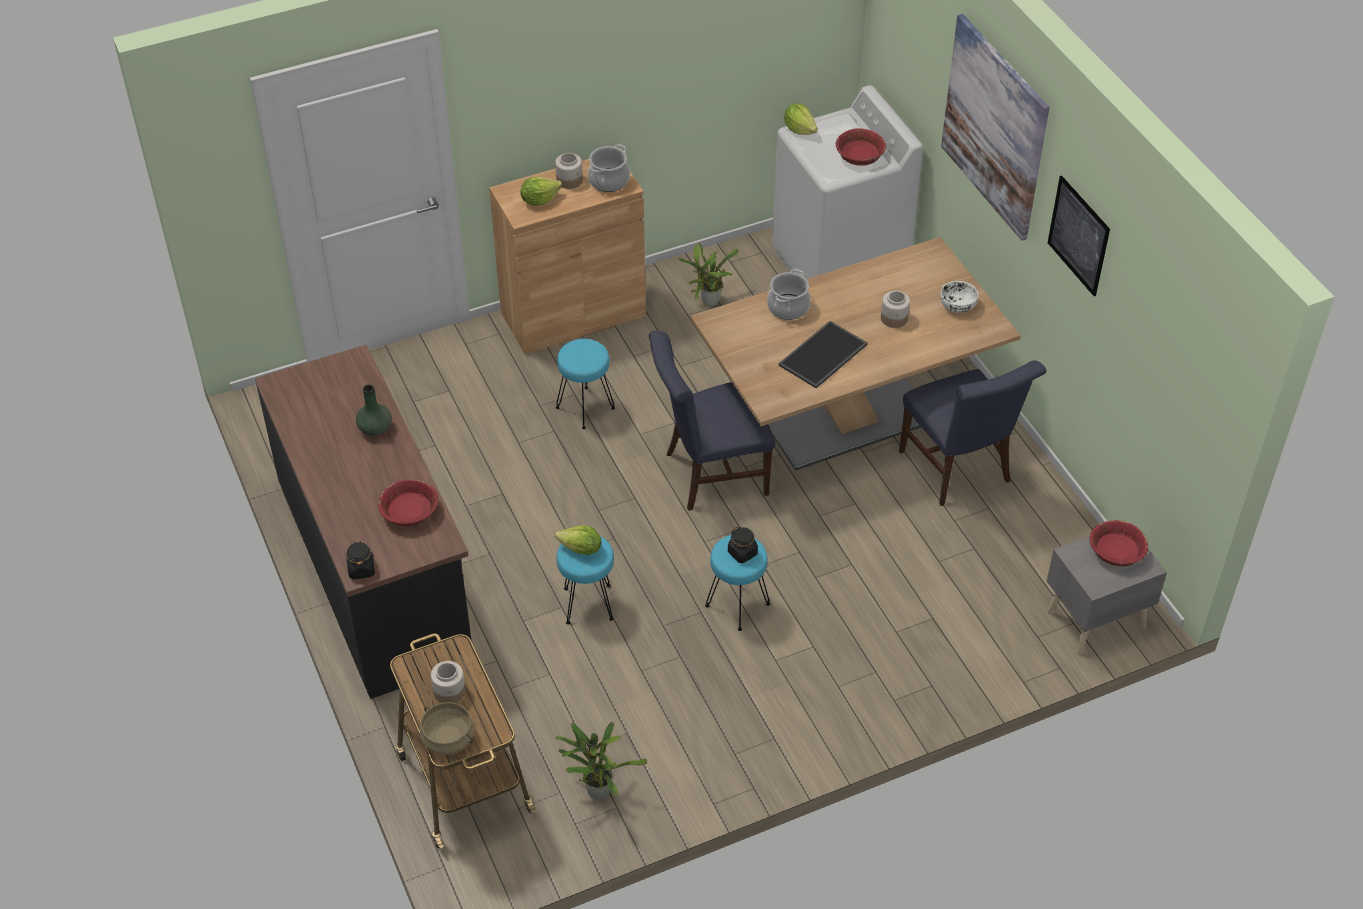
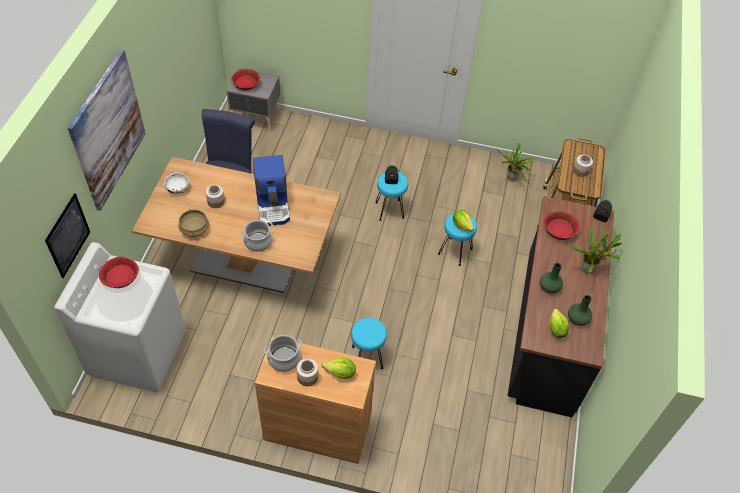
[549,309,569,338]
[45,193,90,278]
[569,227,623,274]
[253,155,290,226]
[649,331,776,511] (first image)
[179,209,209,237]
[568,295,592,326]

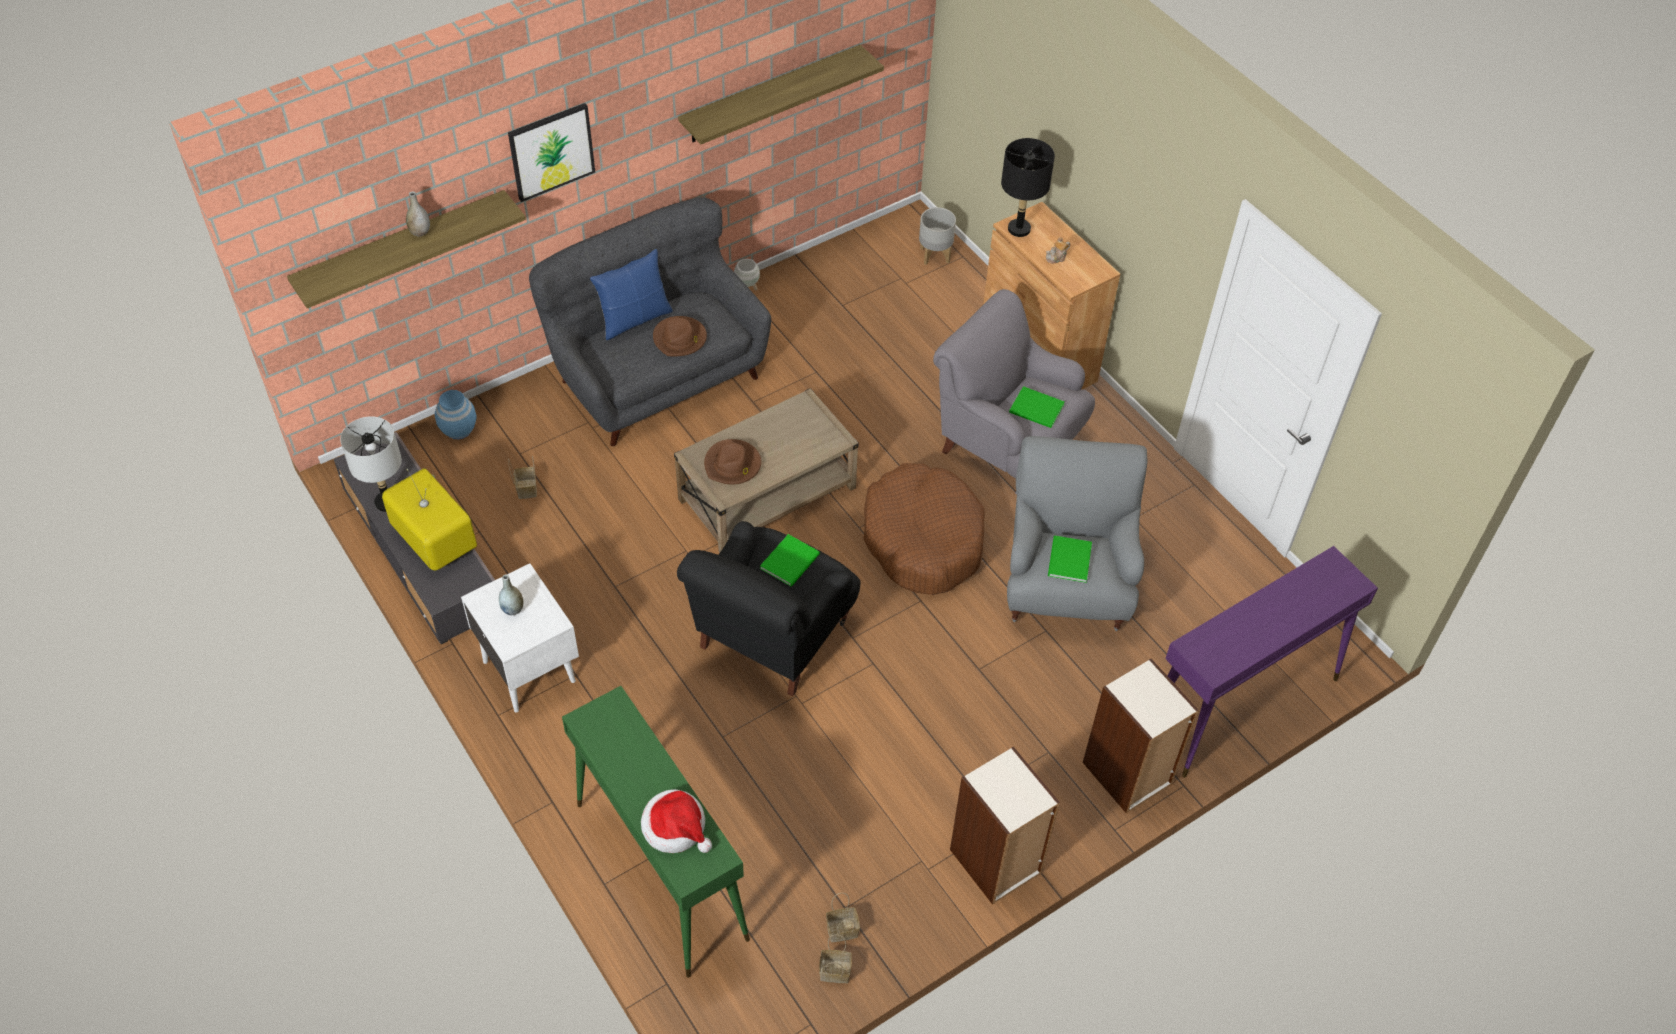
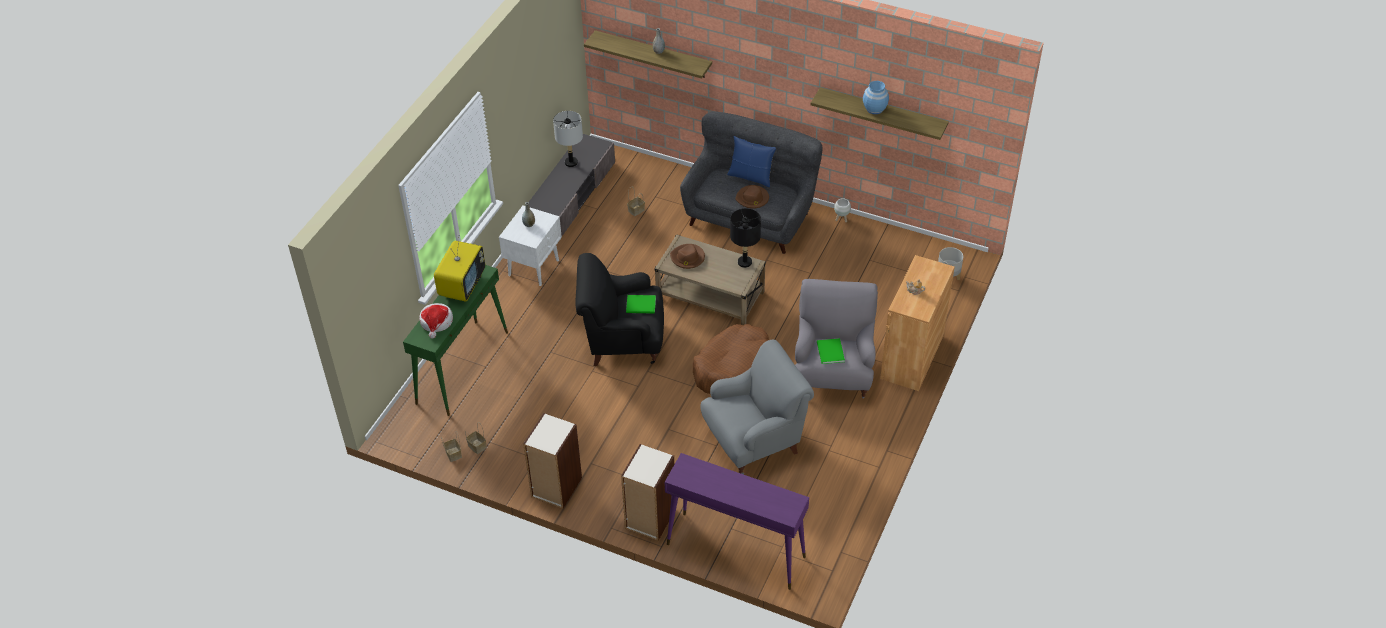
[508,103,595,202] (first image)
[730,208,761,268]
[863,81,889,114]
[434,235,485,302]
[1048,536,1092,583] (first image)

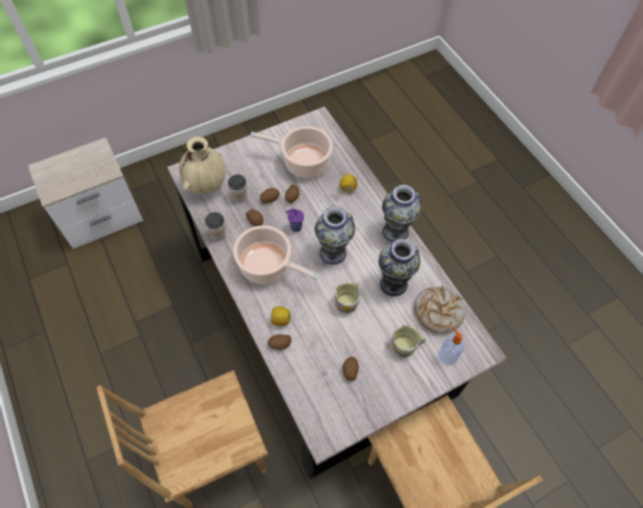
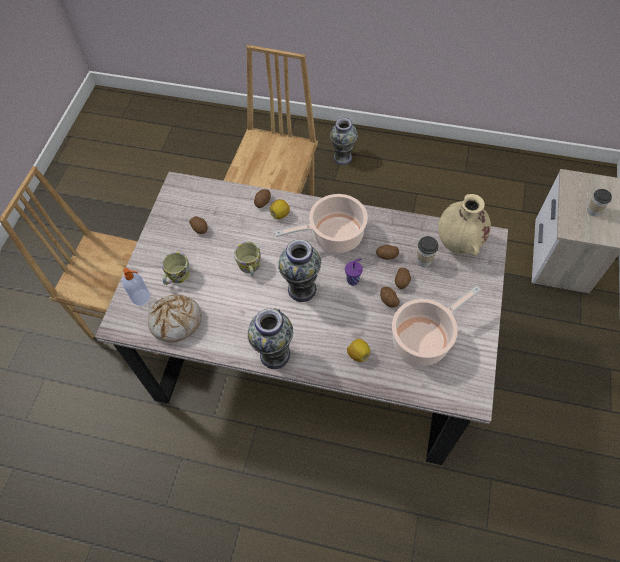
[587,189,612,216]
[330,118,358,165]

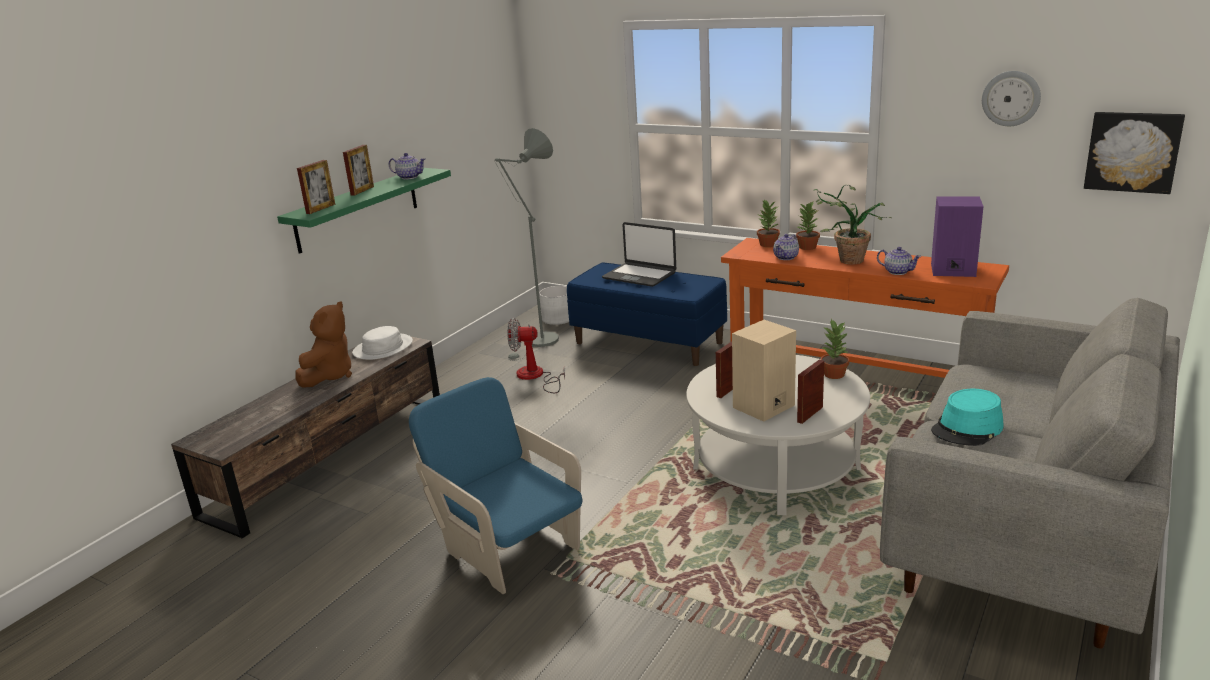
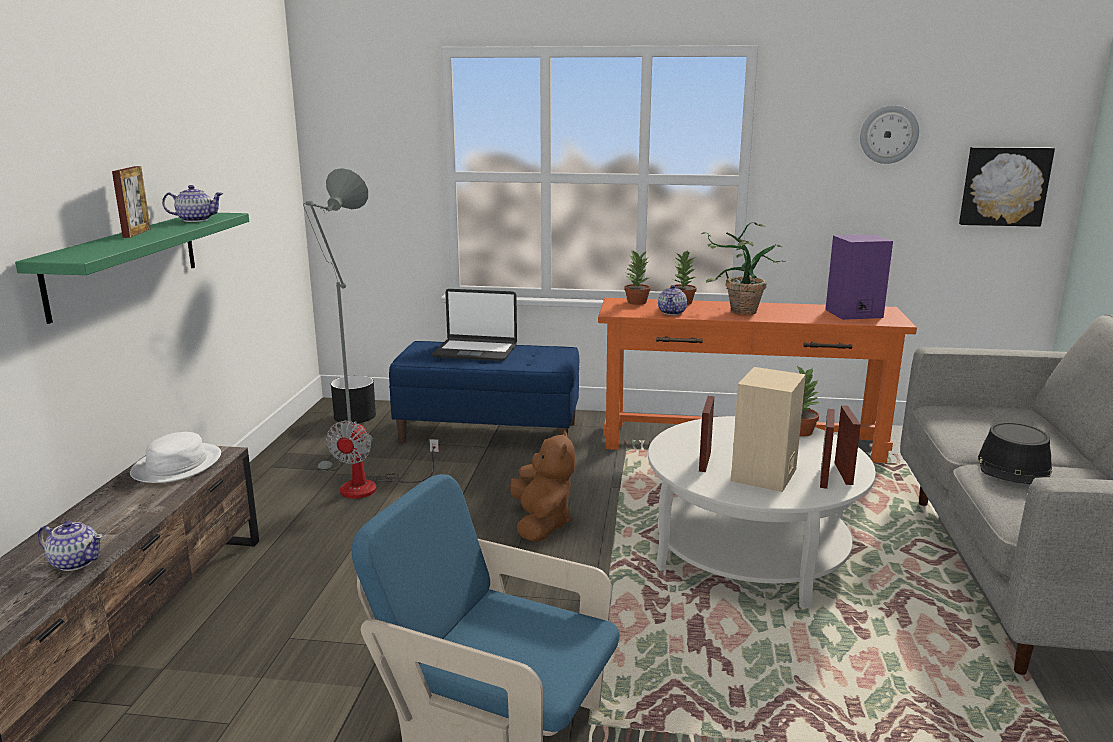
[835,405,861,485]
[37,521,104,571]
[331,375,376,423]
[510,430,575,542]
[326,421,439,499]
[978,422,1052,484]

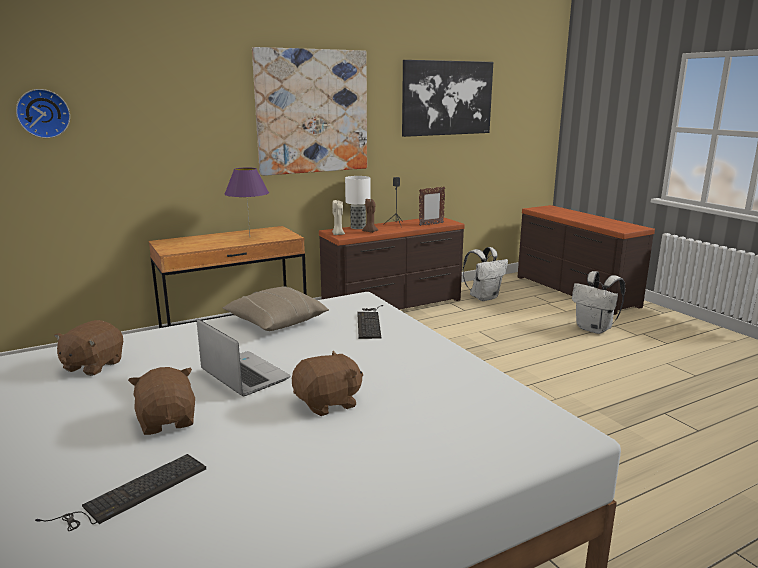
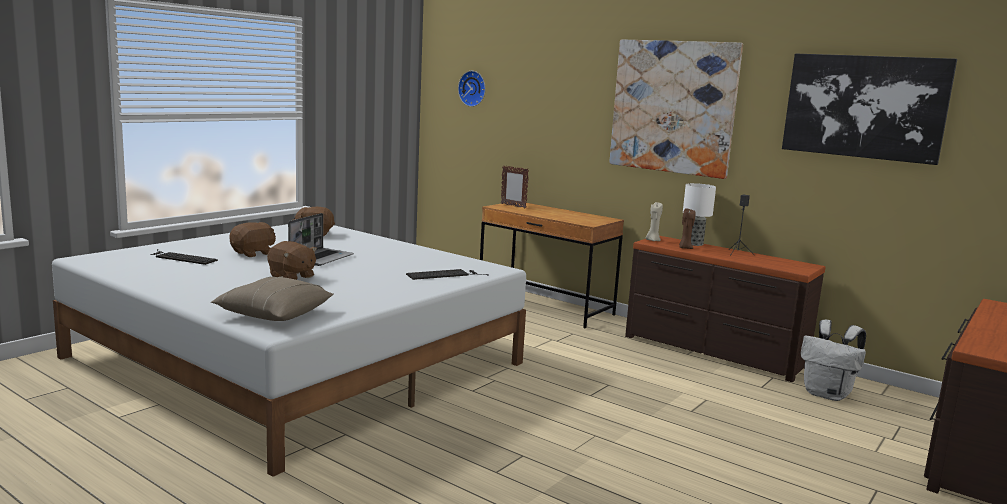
[225,167,269,235] (first image)
[501,166,529,208]
[572,271,625,334] (first image)
[211,277,334,321]

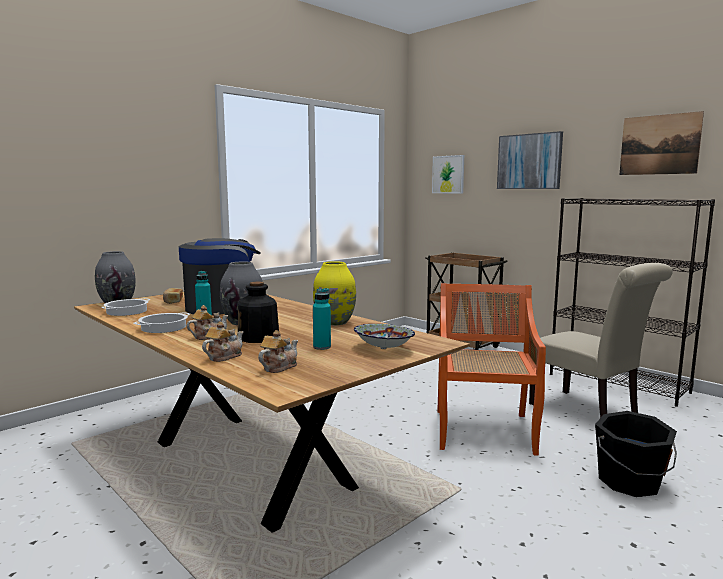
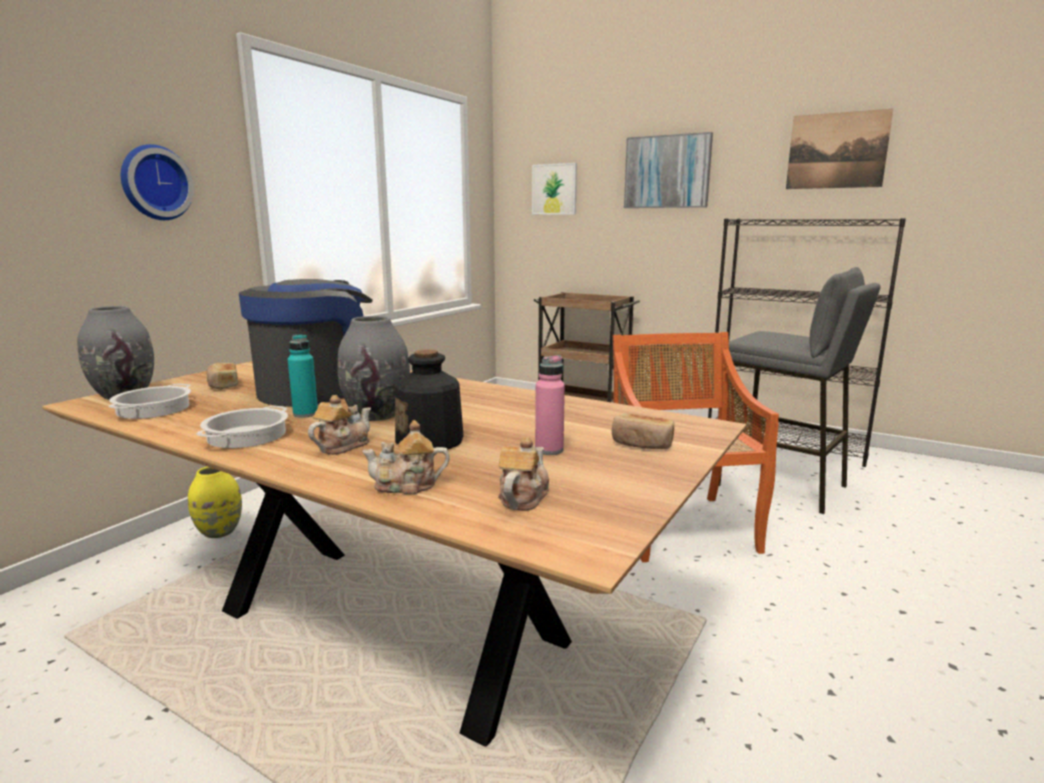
[188,467,242,538]
[719,267,880,514]
[535,355,565,455]
[362,420,450,494]
[612,413,674,449]
[595,411,677,497] (first image)
[121,144,194,220]

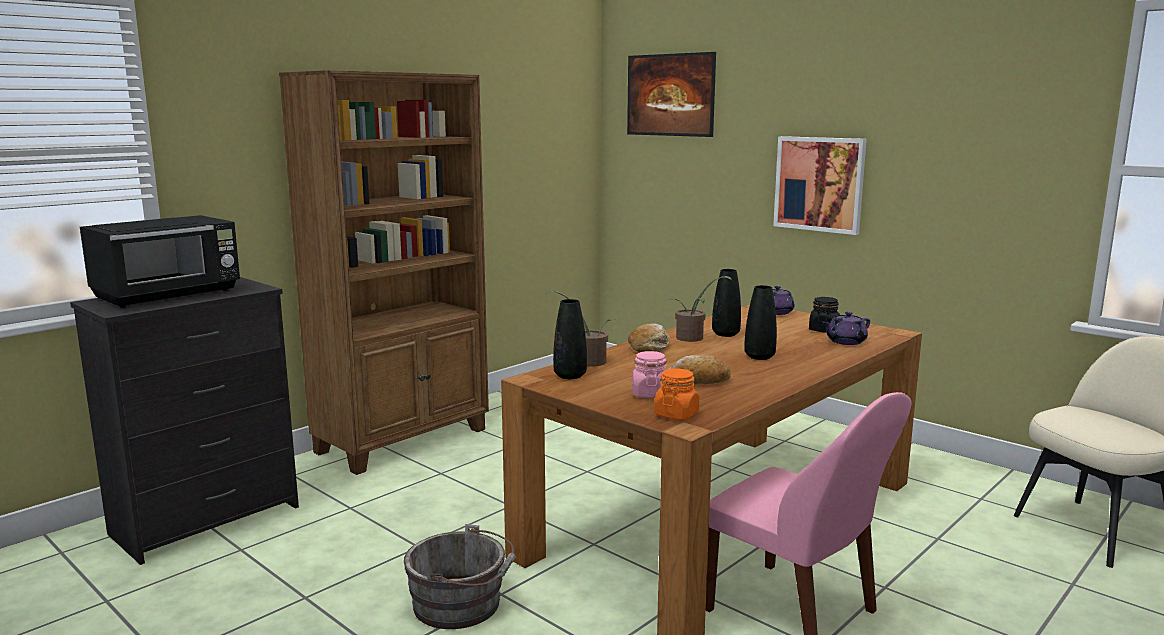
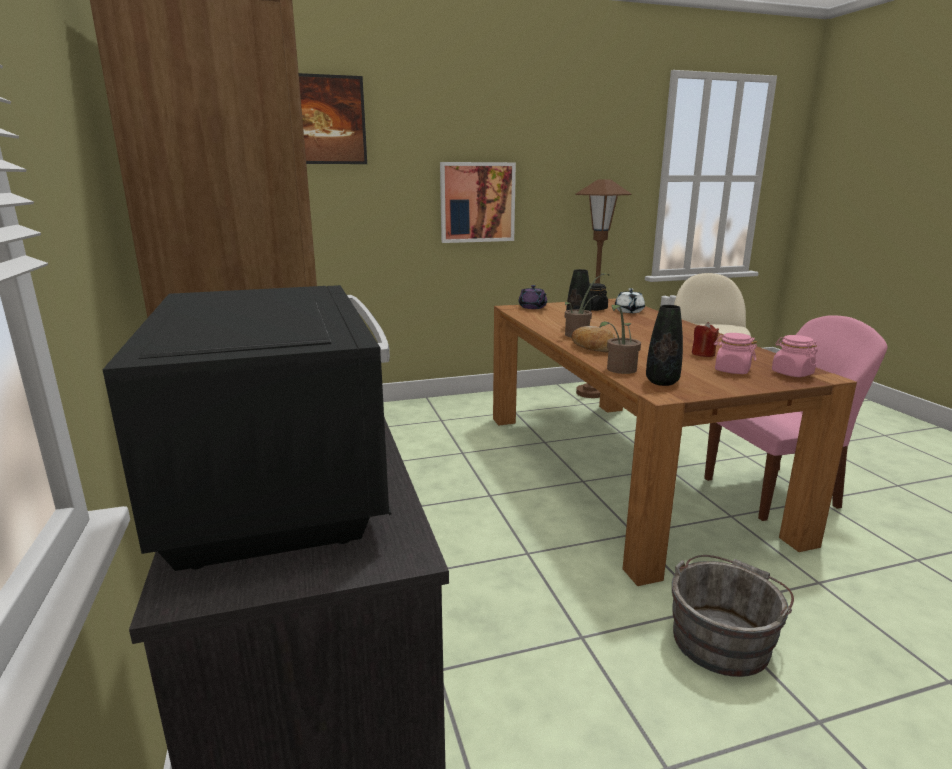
[744,285,777,360] (first image)
[615,288,645,313]
[692,322,719,357]
[772,335,818,377]
[575,180,632,398]

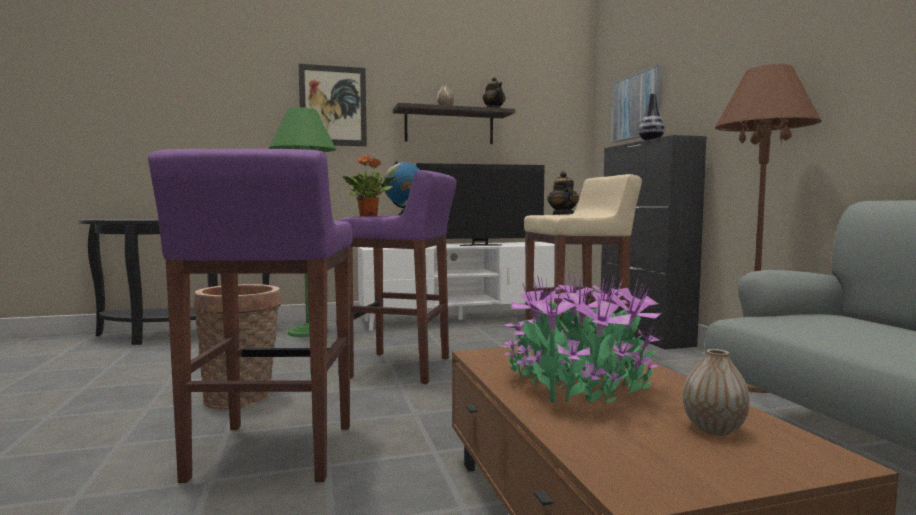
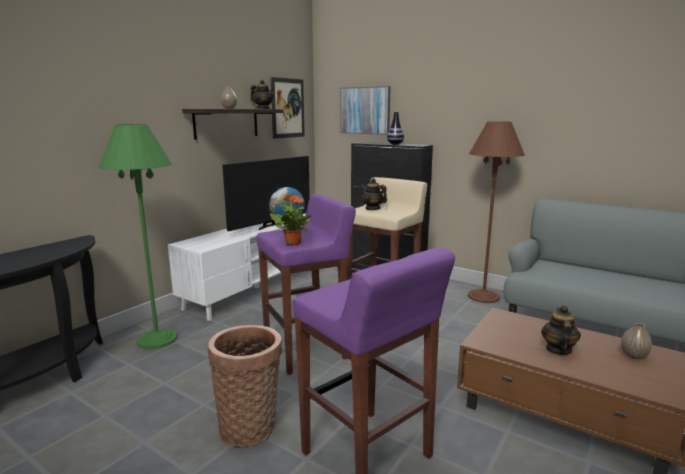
[270,77,305,139]
[541,305,581,355]

